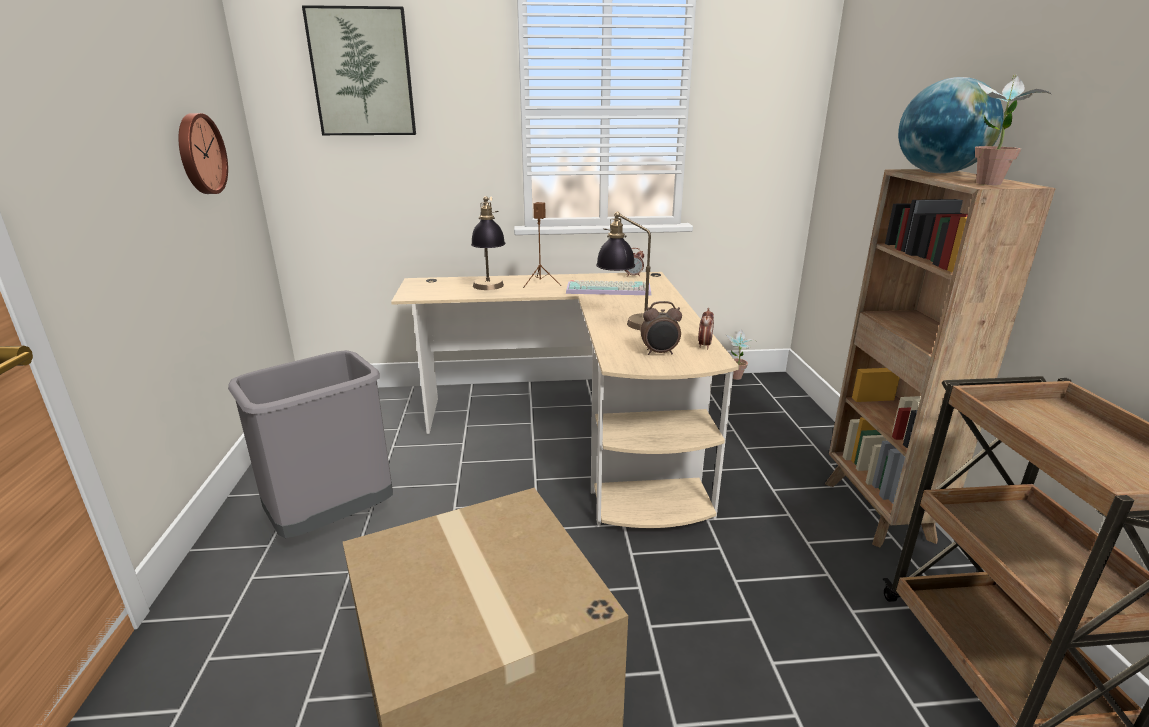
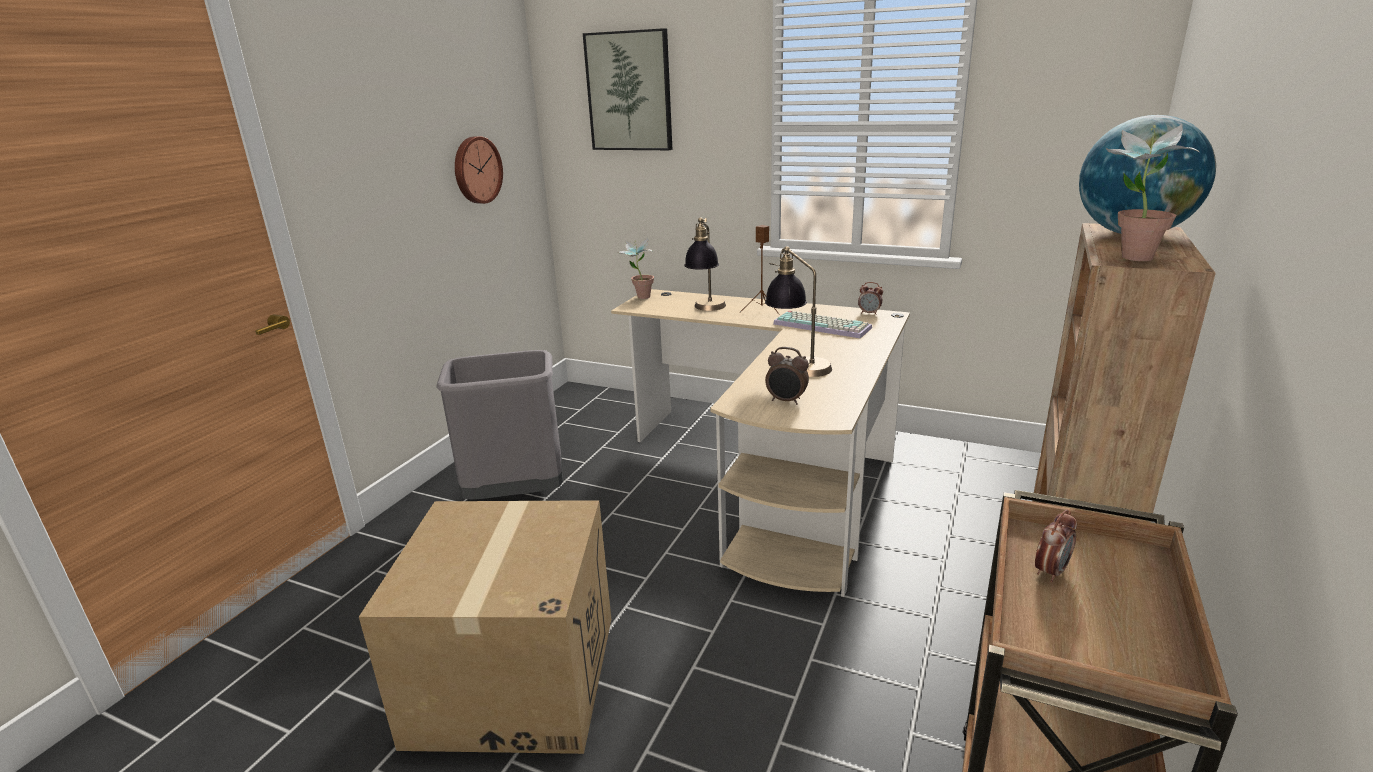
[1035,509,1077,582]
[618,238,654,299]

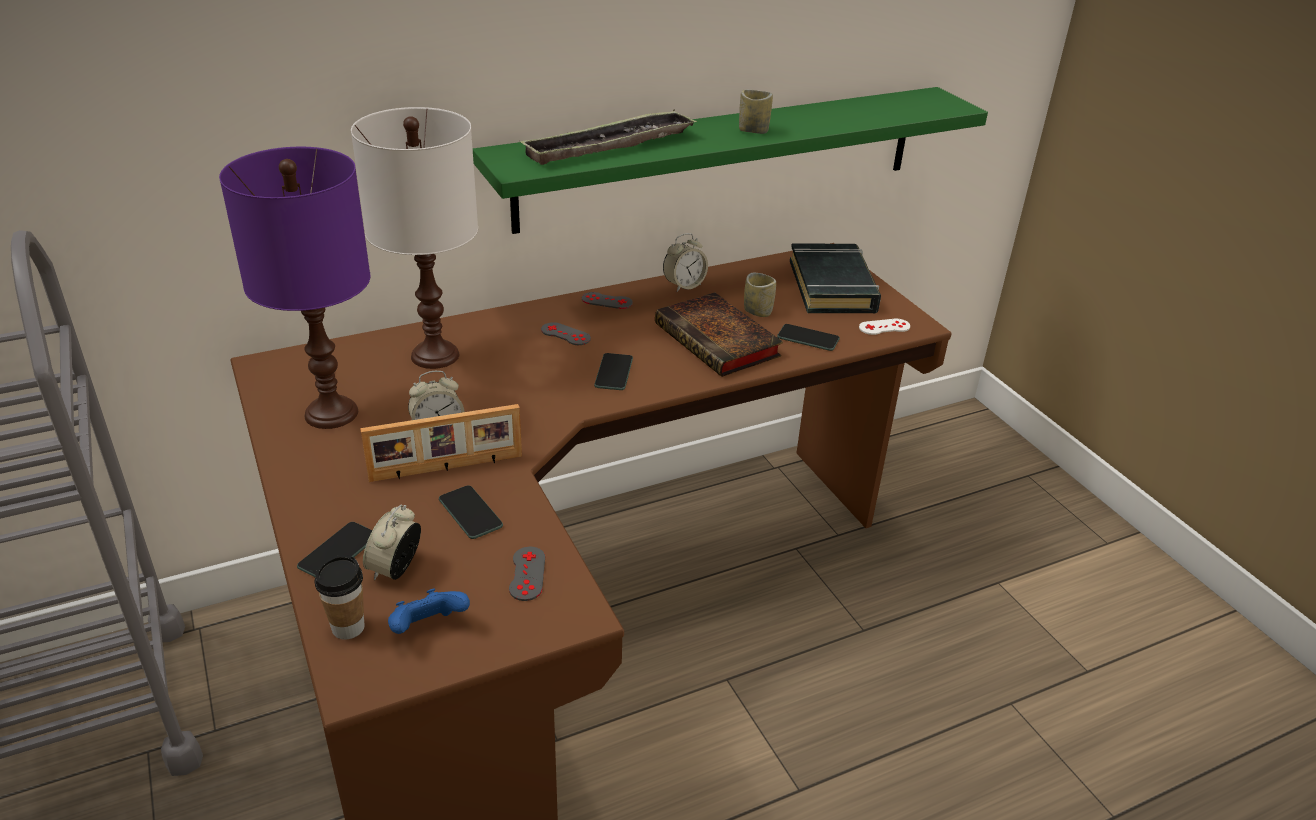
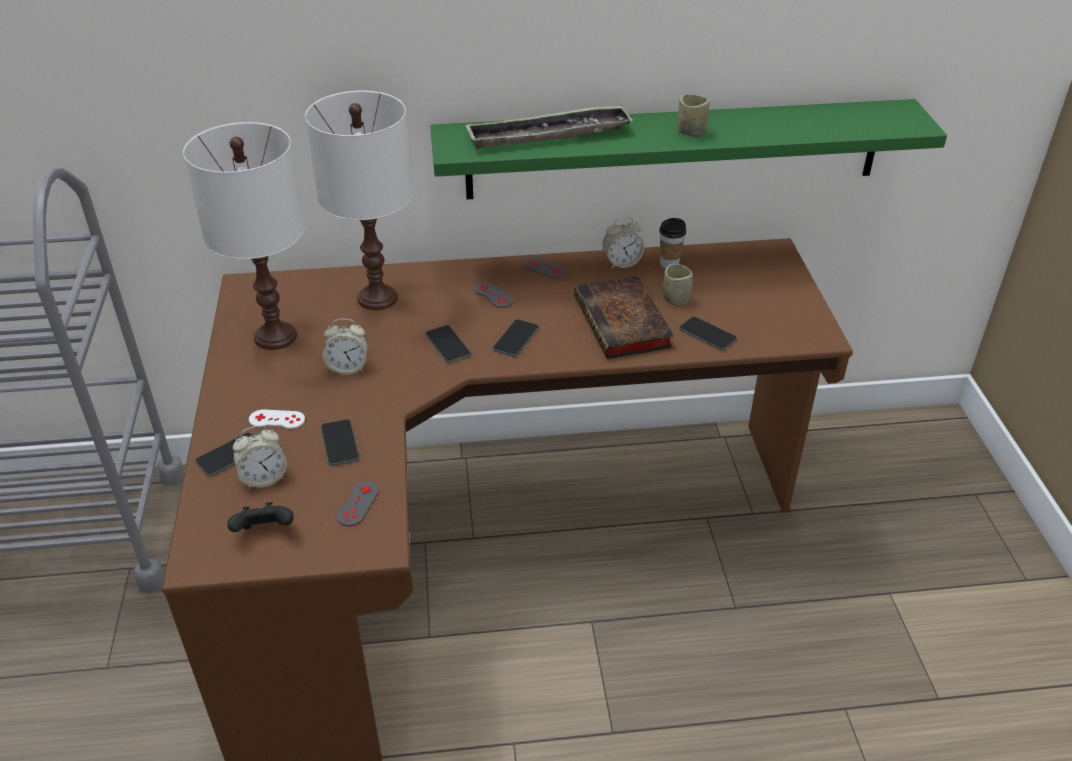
[183,122,305,350]
[790,243,881,313] (first image)
[249,409,305,429]
[360,404,522,482] (first image)
[233,426,287,489]
[659,218,686,268]
[227,502,294,532]
[425,325,471,363]

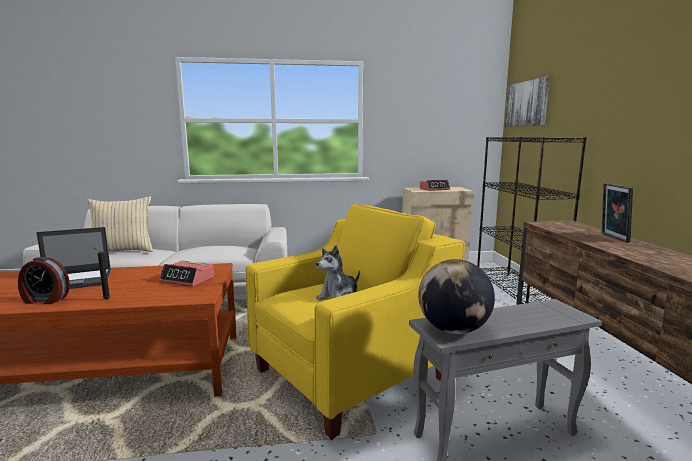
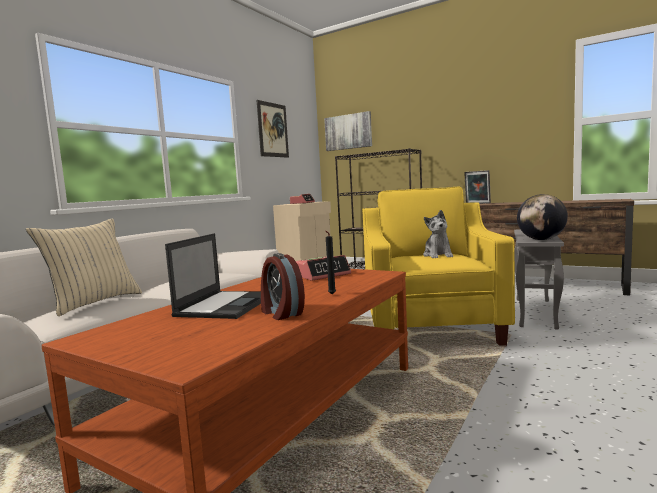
[261,253,305,320]
[257,100,289,158]

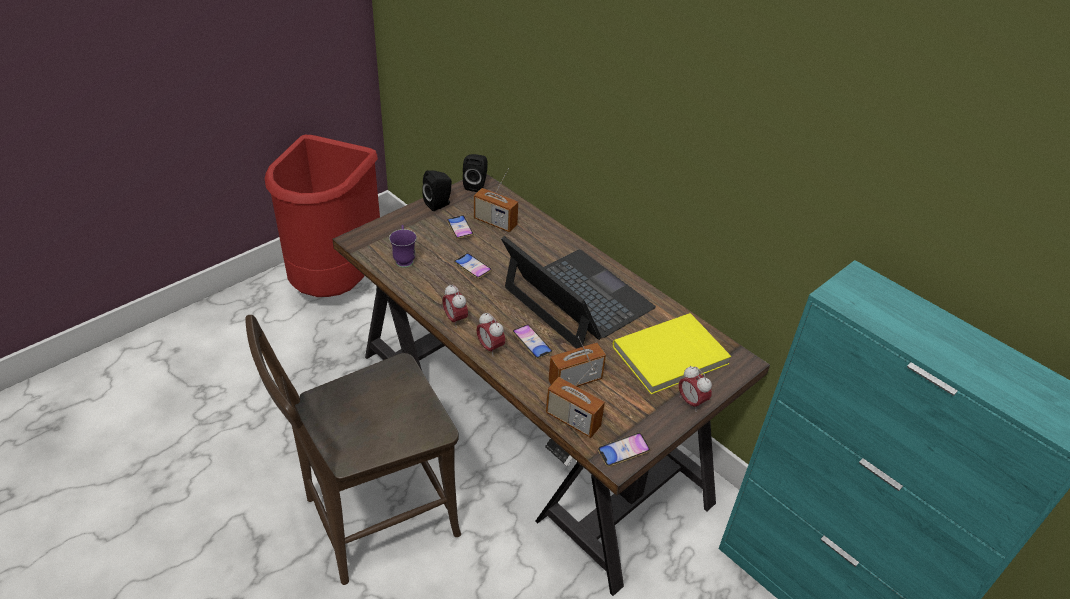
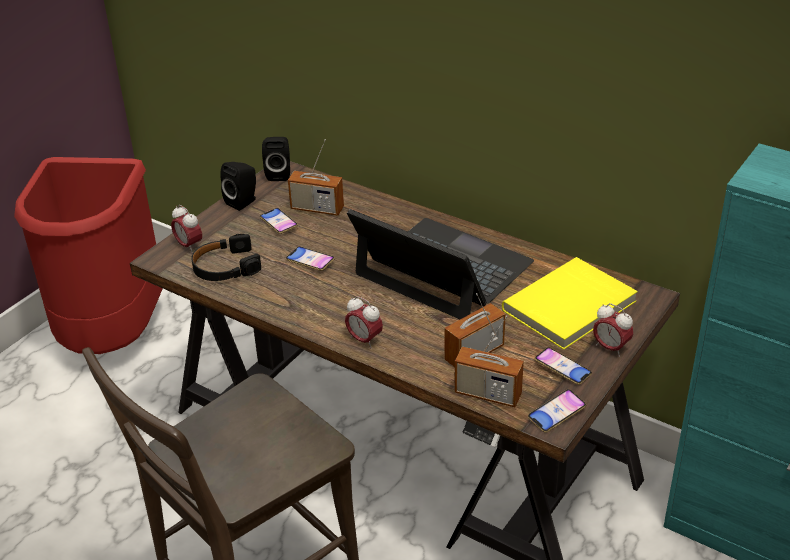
[191,234,261,281]
[171,205,202,253]
[535,347,592,385]

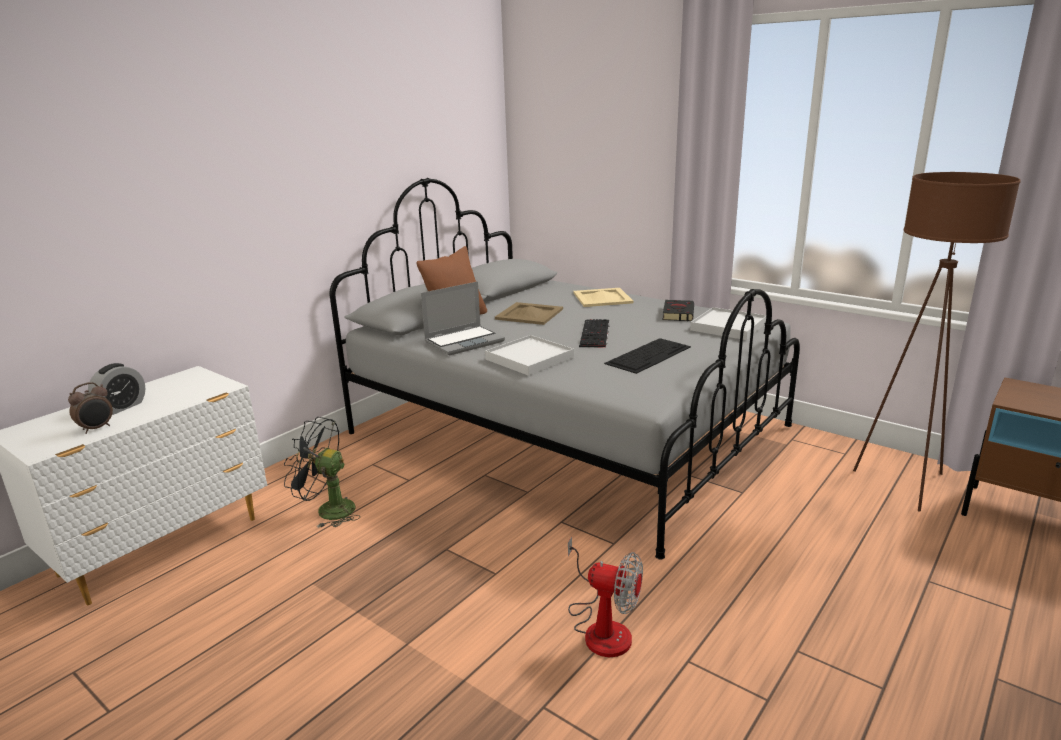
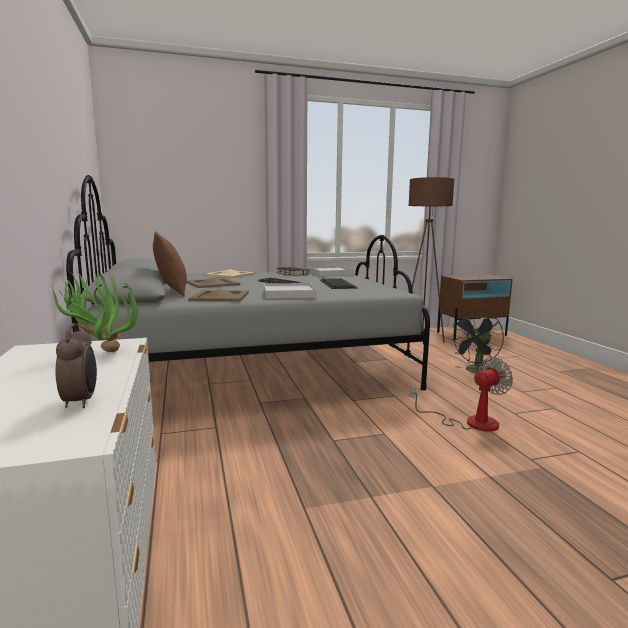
[188,289,249,302]
[88,363,146,415] (first image)
[450,310,504,373]
[51,266,140,352]

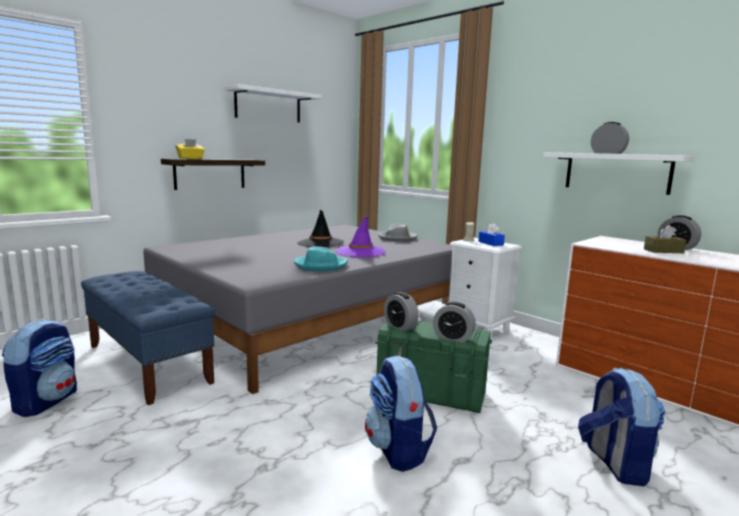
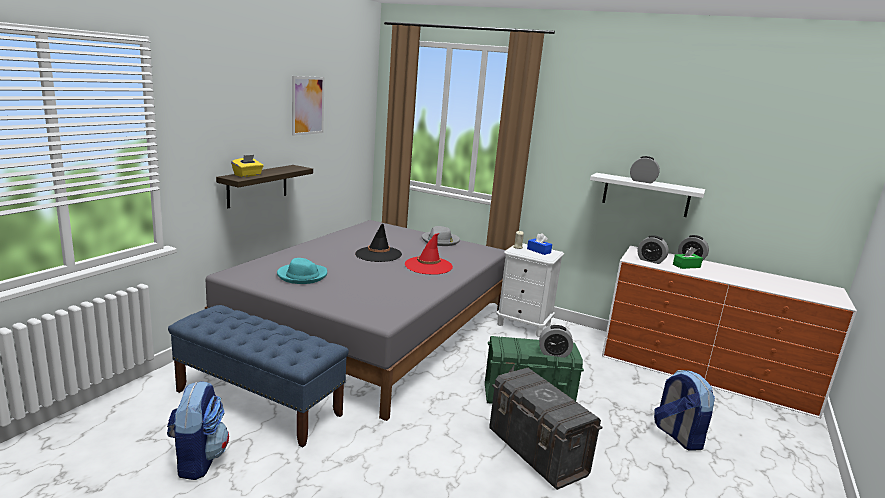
[292,76,325,136]
[405,233,453,274]
[673,247,703,269]
[277,258,327,284]
[637,235,669,264]
[489,368,602,490]

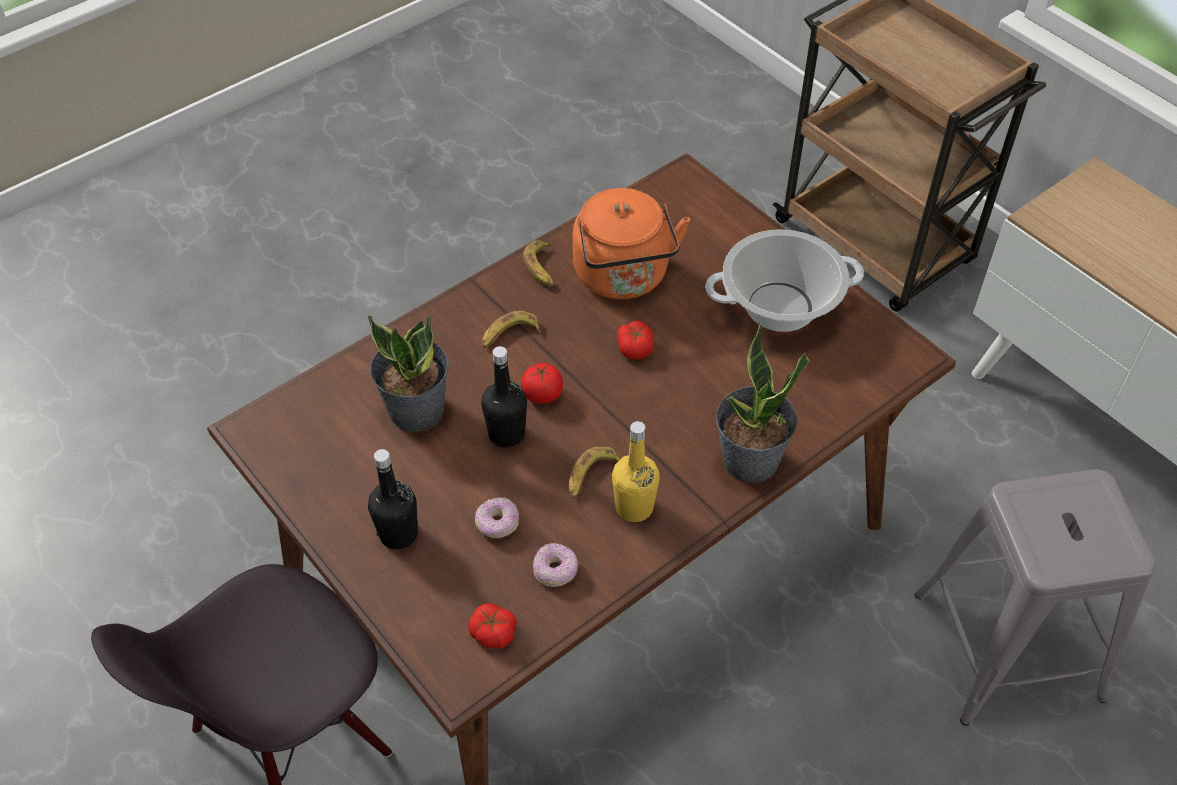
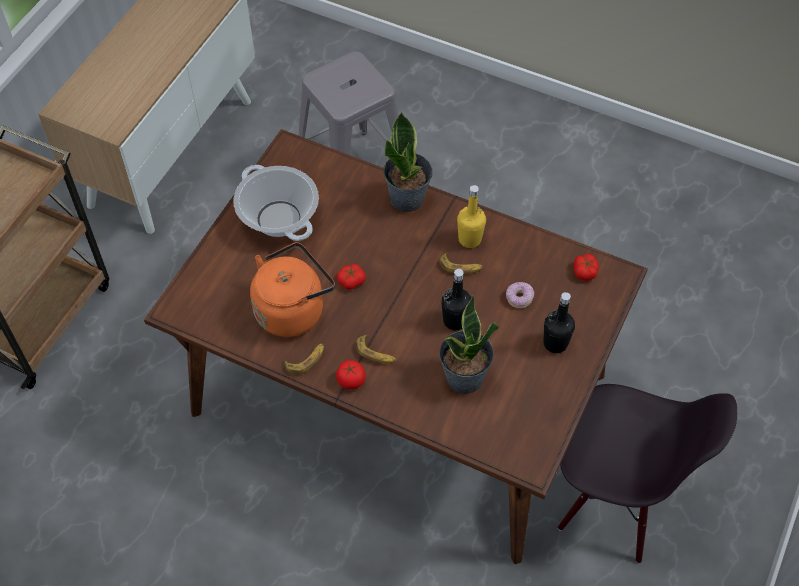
[336,360,366,389]
[533,543,578,587] (first image)

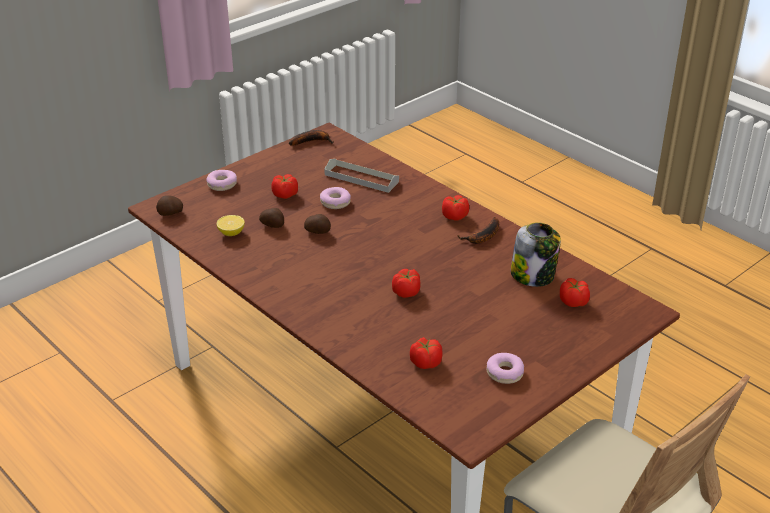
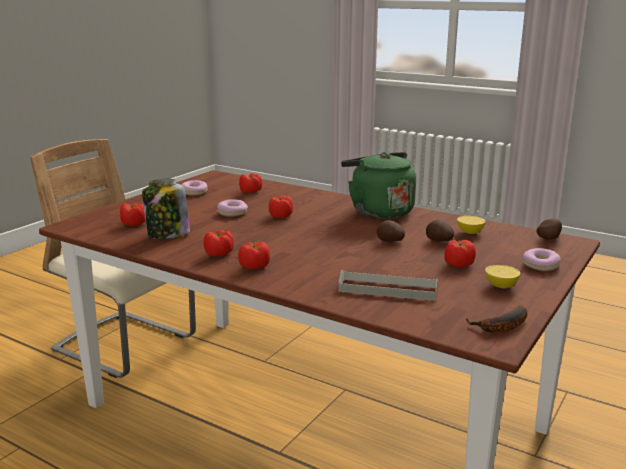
[217,199,248,217]
[203,230,234,257]
[341,152,416,219]
[485,265,520,288]

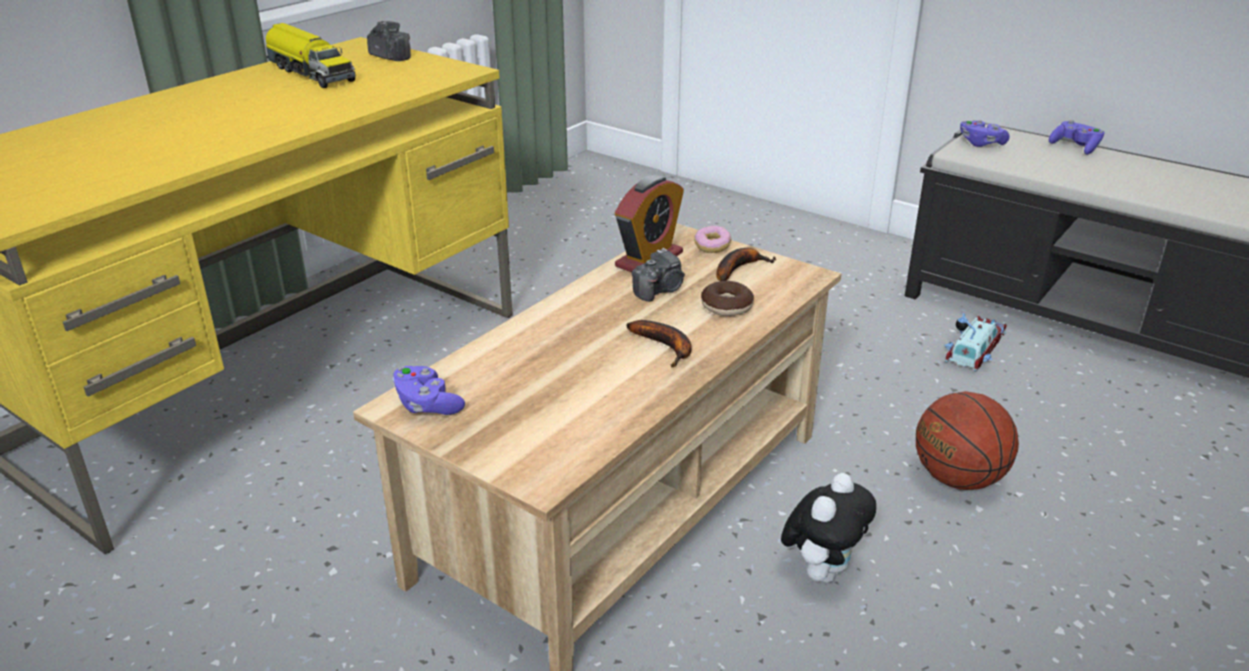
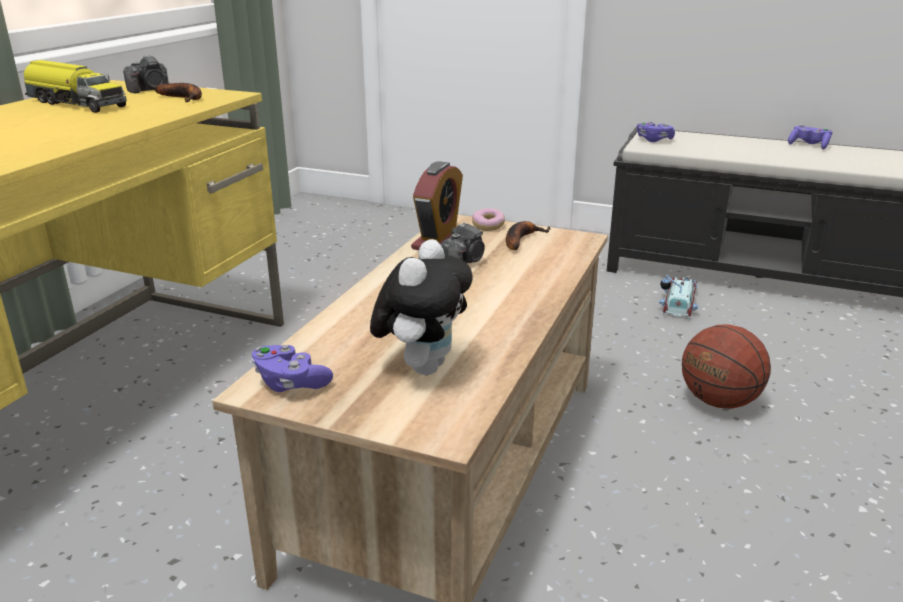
[123,55,169,93]
[788,124,833,149]
[701,281,754,316] (first image)
[154,83,202,102]
[370,239,473,375]

